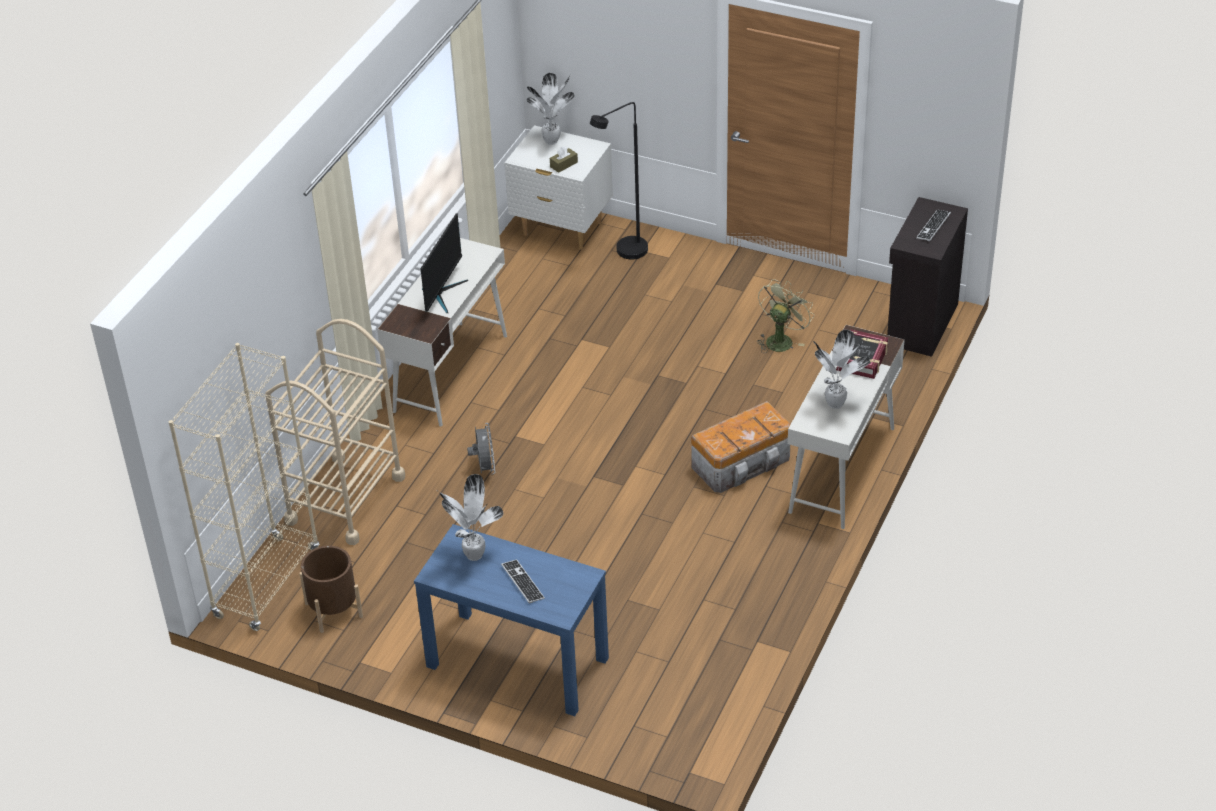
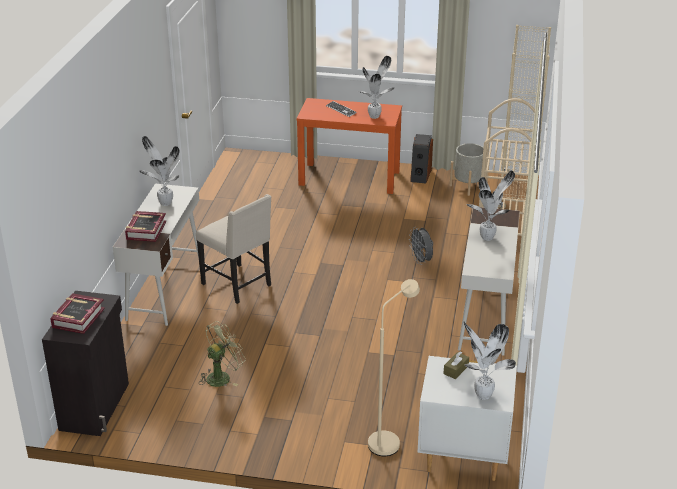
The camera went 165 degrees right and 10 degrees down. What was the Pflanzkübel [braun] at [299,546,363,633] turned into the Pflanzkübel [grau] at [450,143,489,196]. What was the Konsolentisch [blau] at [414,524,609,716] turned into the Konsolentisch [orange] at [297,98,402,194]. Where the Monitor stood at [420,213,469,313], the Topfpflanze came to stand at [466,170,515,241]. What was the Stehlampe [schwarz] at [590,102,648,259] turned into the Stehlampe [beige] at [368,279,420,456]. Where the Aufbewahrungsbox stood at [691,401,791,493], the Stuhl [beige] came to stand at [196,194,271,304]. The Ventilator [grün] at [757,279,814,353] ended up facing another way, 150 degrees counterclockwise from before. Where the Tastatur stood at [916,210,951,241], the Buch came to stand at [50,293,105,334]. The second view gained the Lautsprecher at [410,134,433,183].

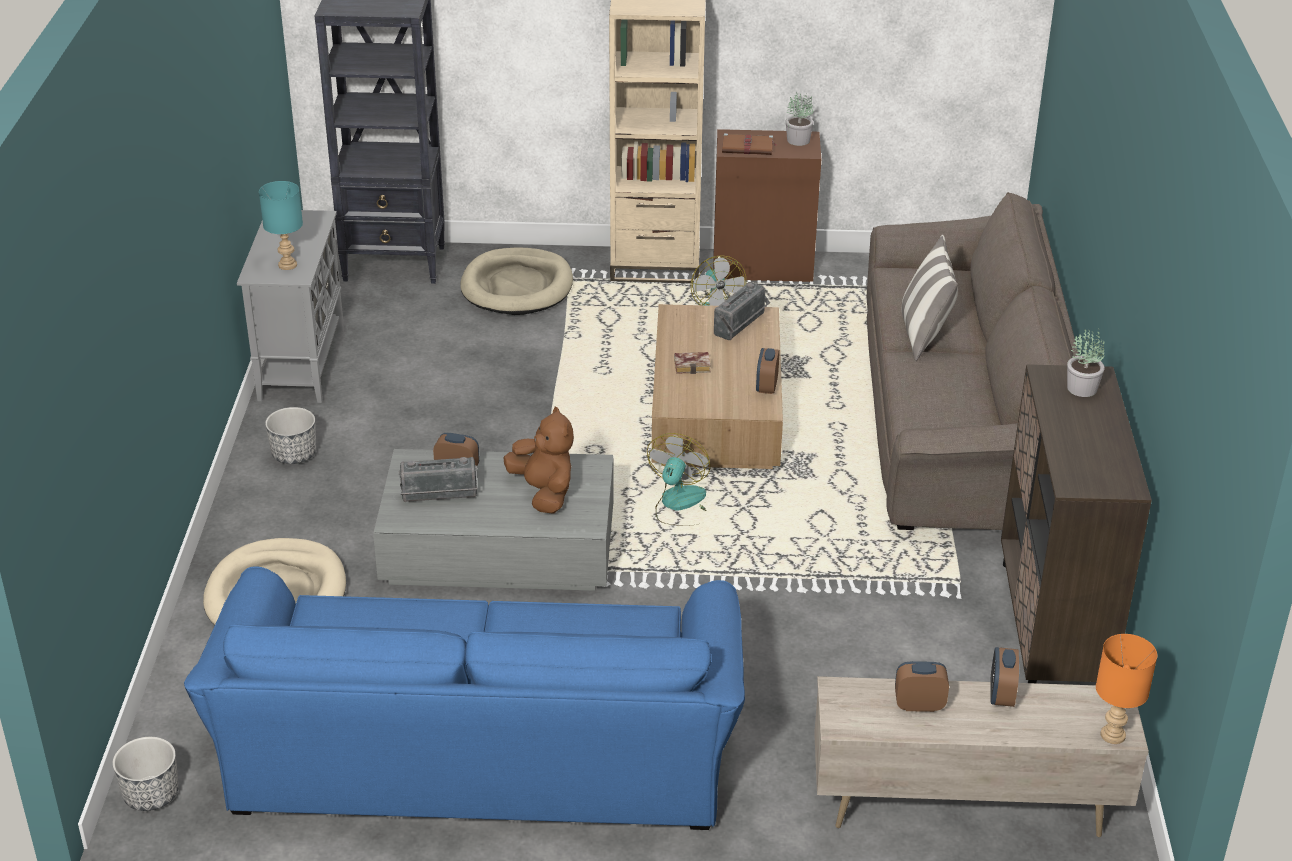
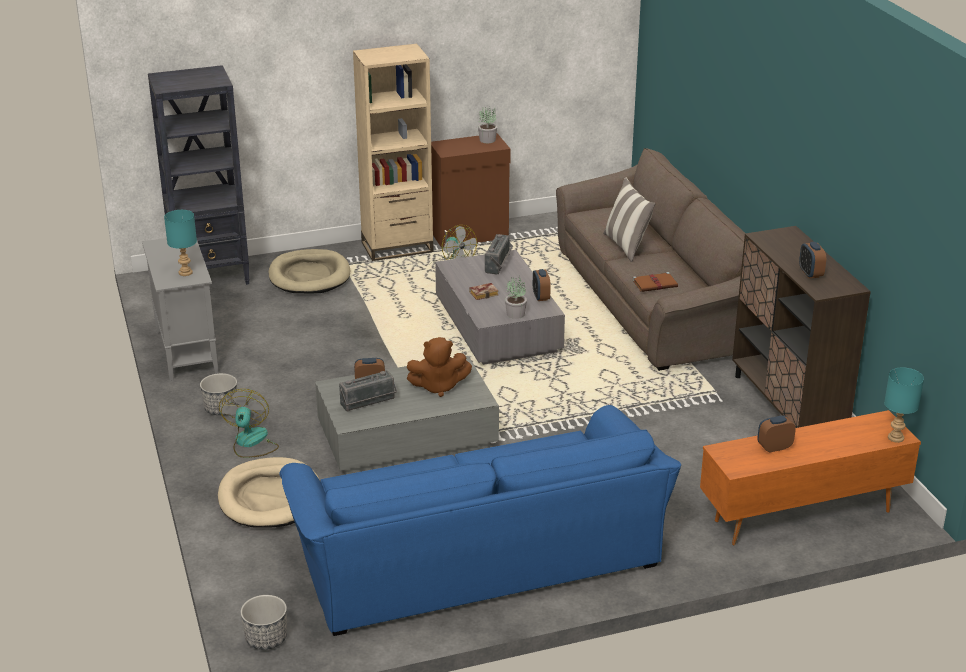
The camera went 20 degrees left and 5 degrees down. The Plüschtier [braun] at [503,407,574,513] ended up facing another way, 135 degrees clockwise from before. The Ventilator ended up elsewhere, having gone from [647,433,710,526] to [219,389,279,458]. What was the Couchtisch [braun] at [652,304,783,469] turned into the Couchtisch [grau] at [435,250,565,365]. The Buch [braun] ended up elsewhere, having gone from [722,133,776,155] to [633,272,678,292]. What was the Fernsehschrank [beige] at [814,676,1149,837] turned into the Fernsehschrank [orange] at [700,410,921,545]. The Wecker ended up elsewhere, having gone from [990,647,1019,707] to [799,242,826,279]. The Topfpflanze ended up elsewhere, having gone from [1067,328,1105,397] to [505,278,527,319]. What was the Tischlampe [orange] at [1096,634,1157,744] turned into the Tischlampe [türkis] at [884,367,924,443].

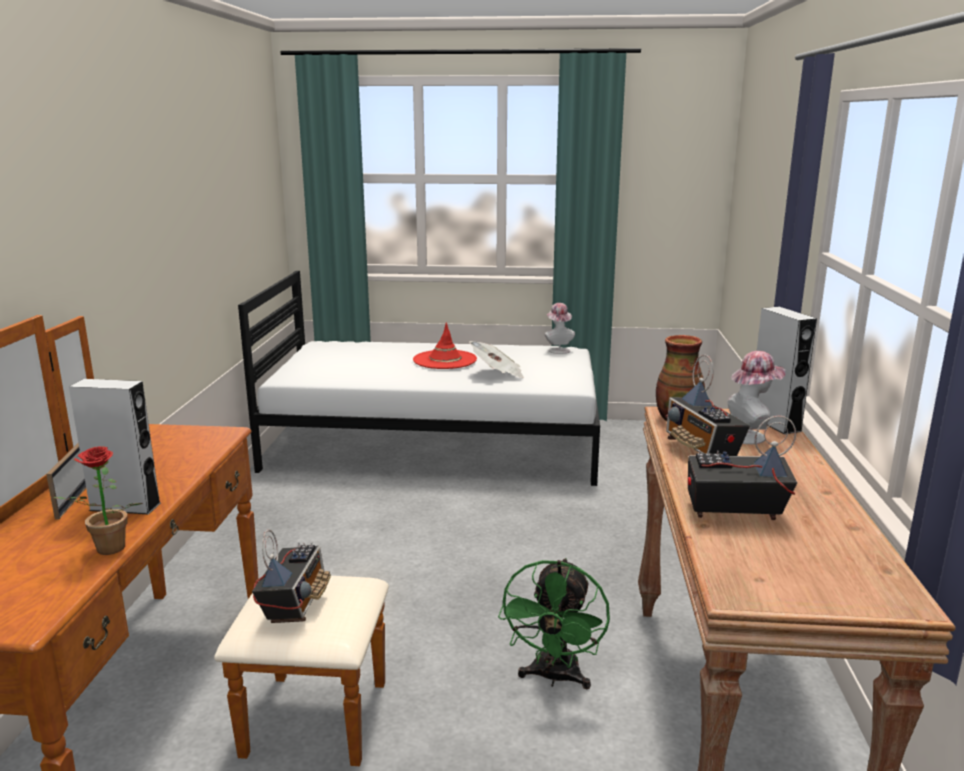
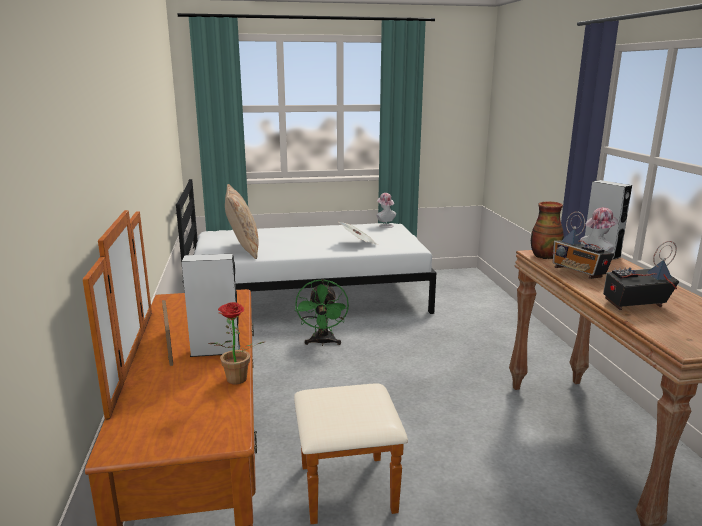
The camera went 15 degrees left and 0 degrees up. The second view lost the Radio at [252,530,331,623]. The second view lost the Hut [rot] at [413,322,477,369]. The Ventilator [grün] ended up elsewhere, having gone from [498,558,610,689] to [295,279,349,346]. The second view gained the Kissen [beige] at [225,184,259,259].

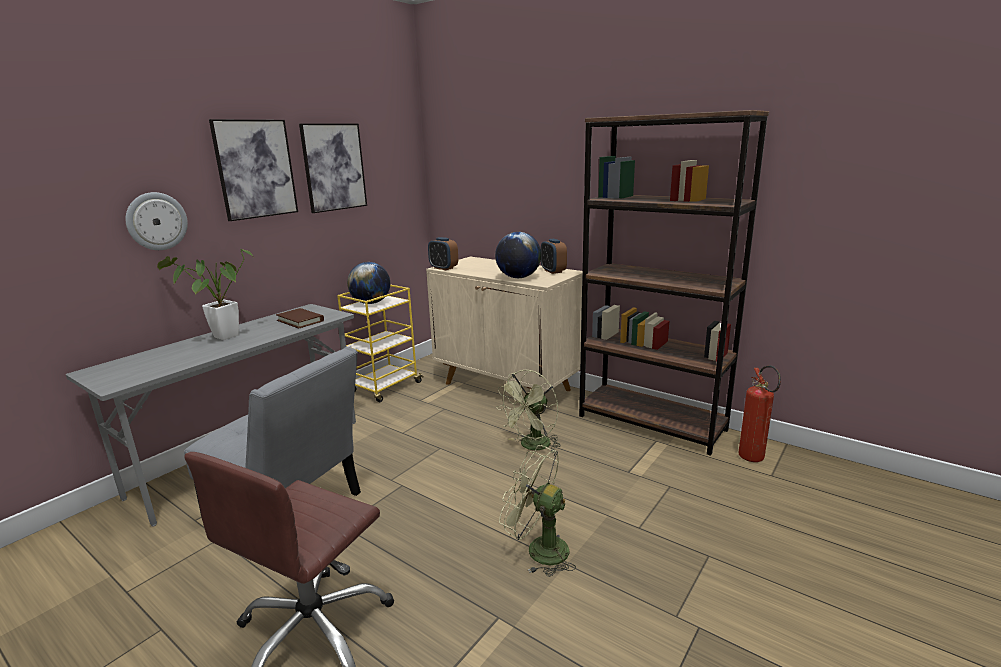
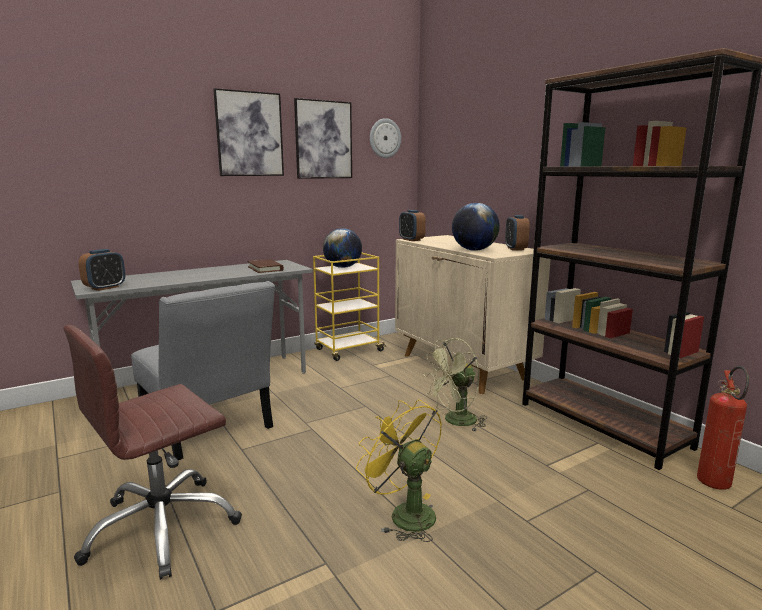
The camera went 20 degrees right and 5 degrees down. The Wanduhr ended up elsewhere, having gone from [125,192,188,250] to [370,118,401,158]. The second view lost the Topfpflanze at [157,248,253,340]. What was the Ventilator [grün] at [499,445,576,577] turned into the Ventilator [gelb] at [356,400,442,542]. The second view gained the Wecker at [78,249,125,291].

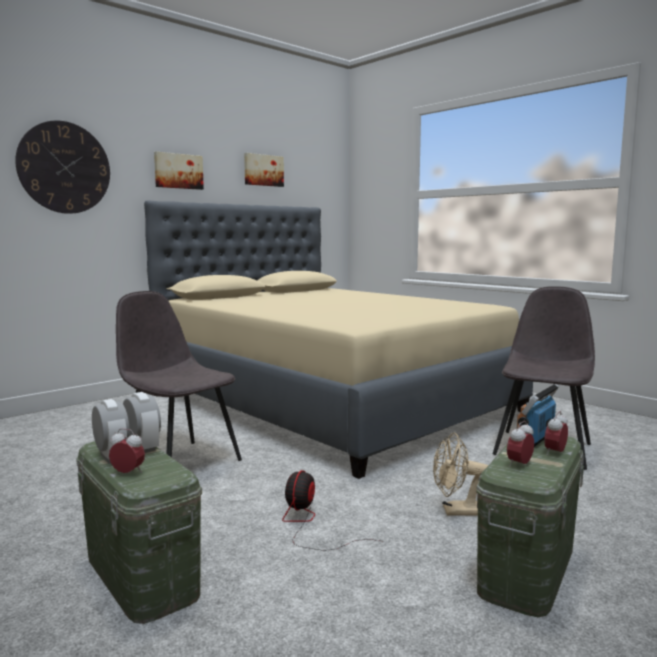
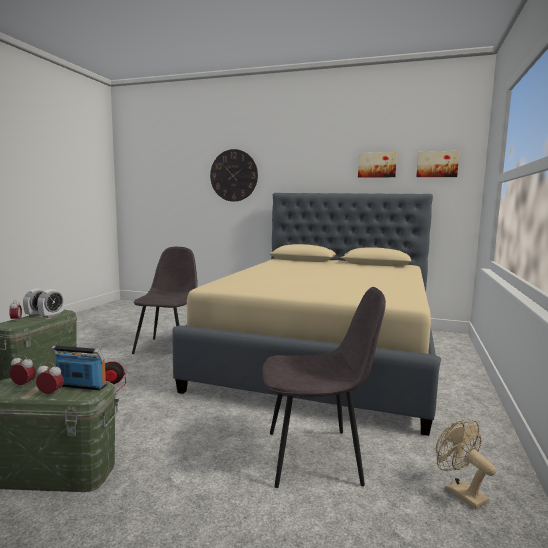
The camera went 60 degrees right and 0 degrees up. The Bild ended up elsewhere, having gone from [154,151,204,190] to [416,151,459,177]. The Ventilator [beige] ended up elsewhere, having gone from [433,433,489,516] to [436,419,496,509].

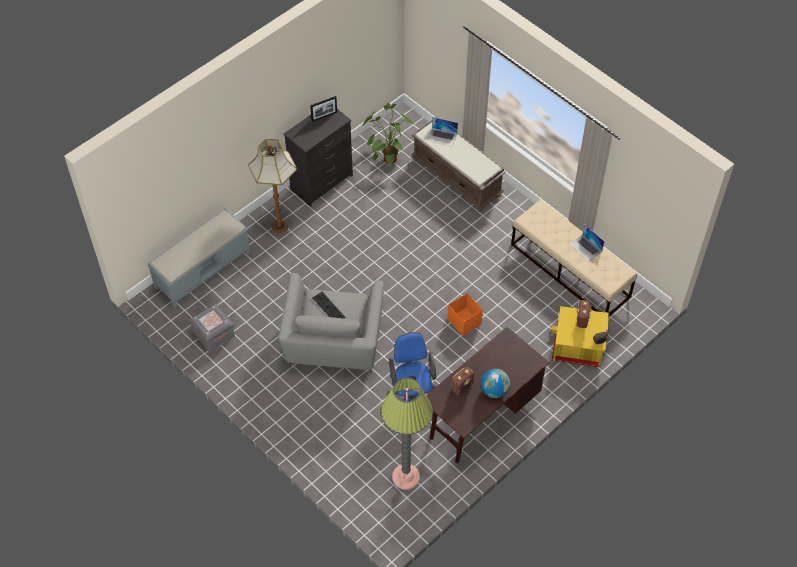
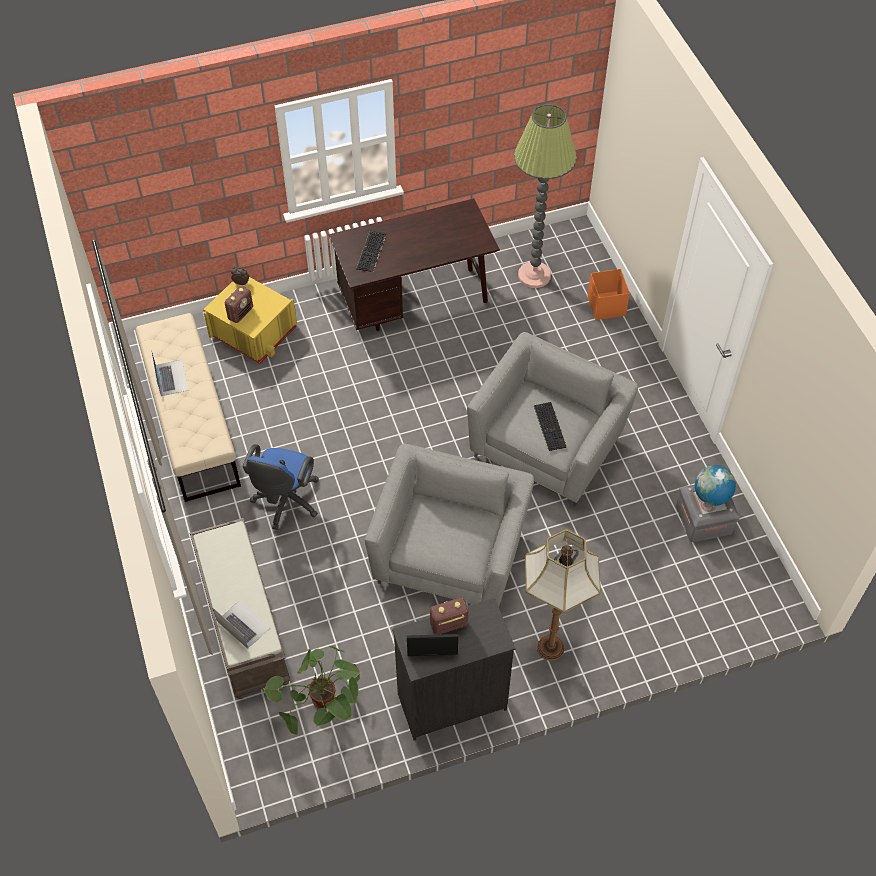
The camera went 155 degrees left and 0 degrees up. The second view lost the Bank [grau] at [147,208,250,307]. The Bürostuhl [blau] ended up elsewhere, having gone from [387,332,436,400] to [243,444,319,530]. The Aufbewahrungsbox [orange] ended up elsewhere, having gone from [448,293,483,336] to [587,269,630,320]. The Radio ended up elsewhere, having gone from [452,367,474,395] to [430,598,468,635]. The Globus ended up elsewhere, having gone from [481,369,510,398] to [695,465,736,506]. The second view gained the Tastatur at [356,231,386,272]. The second view gained the Sessel [grau] at [365,444,534,607].

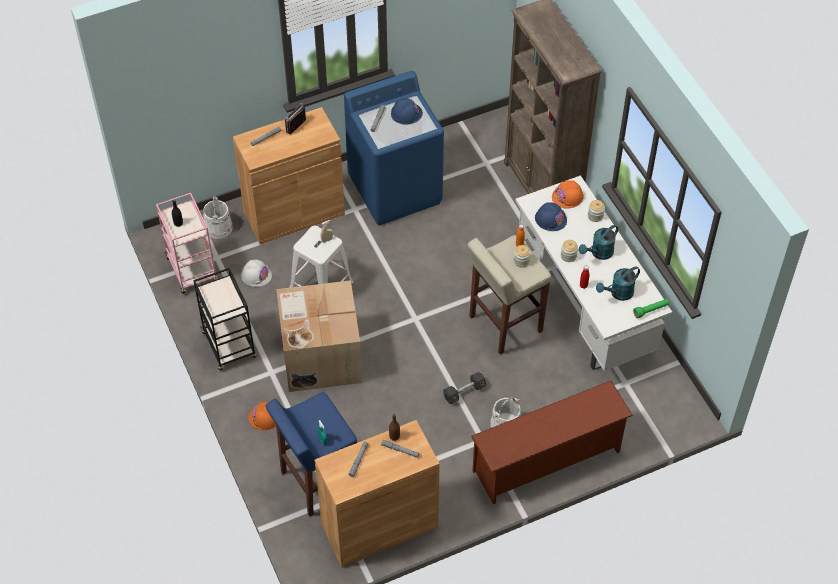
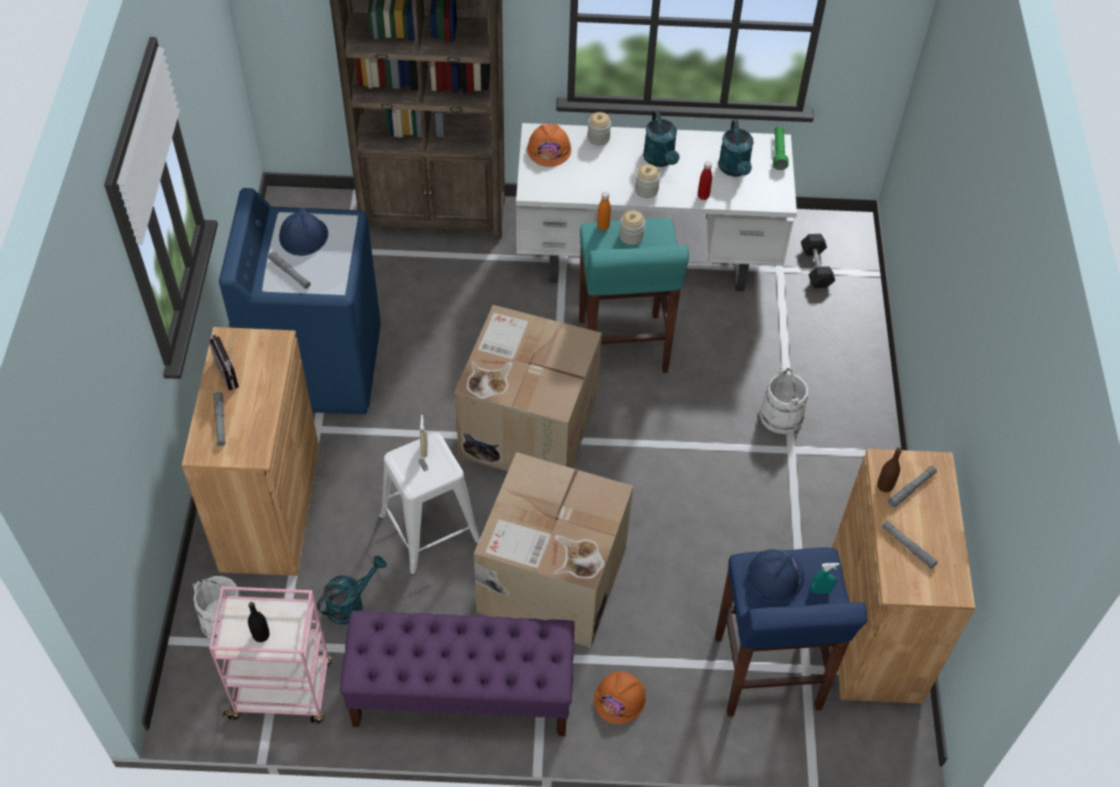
The camera went 65 degrees left and 0 degrees up. Where the Rollwagen [schwarz] stood at [193,268,257,370], the Bank [lila] came to stand at [340,611,575,736]. Where the Schutzhelm [weiß] stood at [241,259,272,287], the Gießkanne [türkis] came to stand at [317,556,387,625]. The Hantel [grau] ended up elsewhere, having gone from [443,372,486,404] to [801,234,835,289]. What was the Hocker [beige] at [468,235,551,355] turned into the Hocker [türkis] at [579,218,689,373]. The second view lost the Schuhregal [braun] at [471,381,633,504]. The Schutzhelm [blau] ended up elsewhere, having gone from [535,203,567,231] to [746,549,805,602]. The second view gained the Karton at [455,305,602,471].

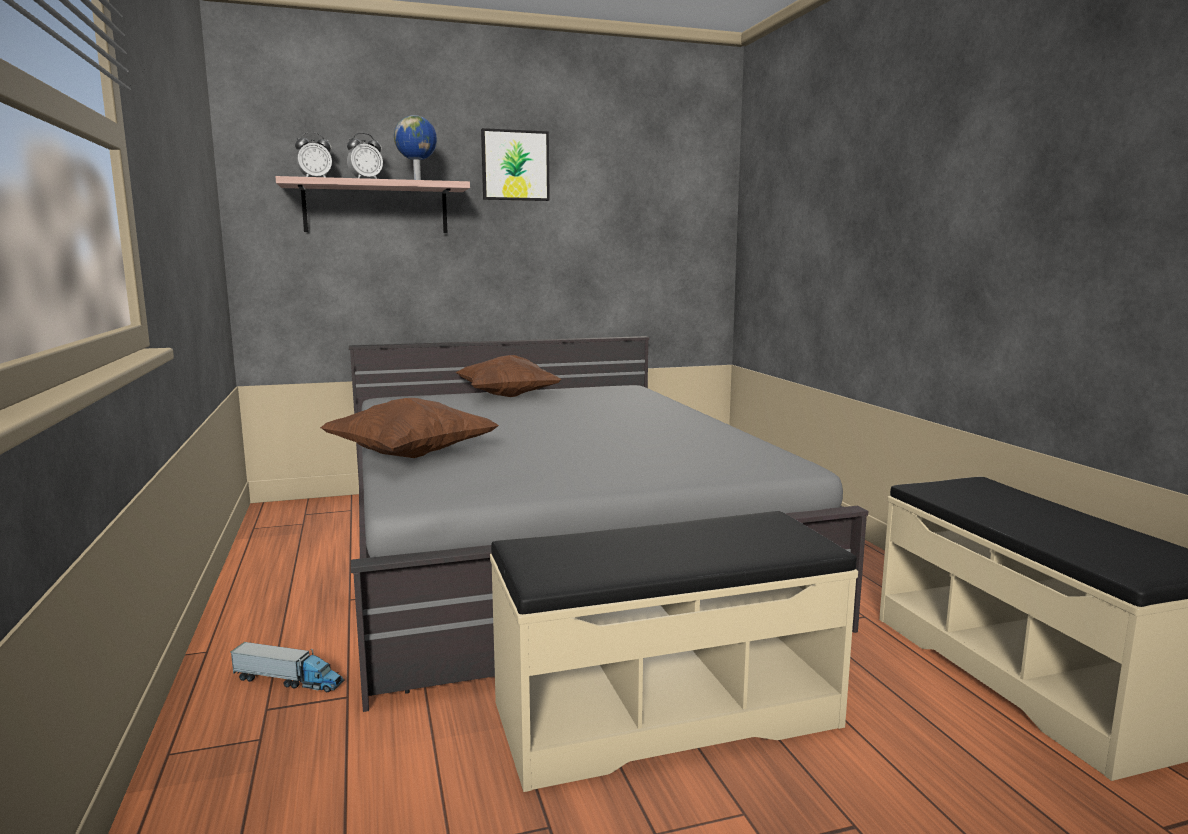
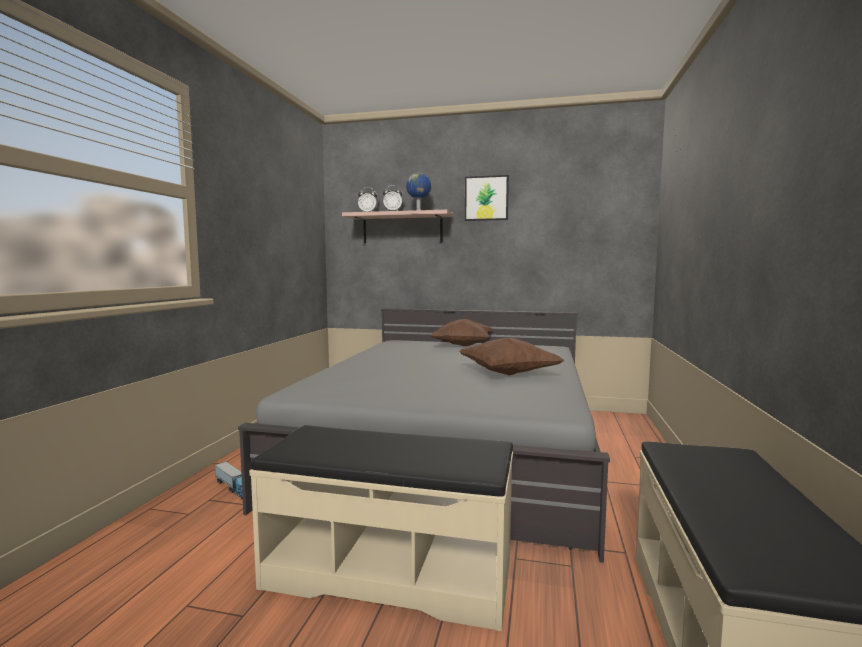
The camera went 30 degrees right and 5 degrees down. The Kissen [braun] ended up elsewhere, having gone from [320,398,499,458] to [459,338,565,375].

